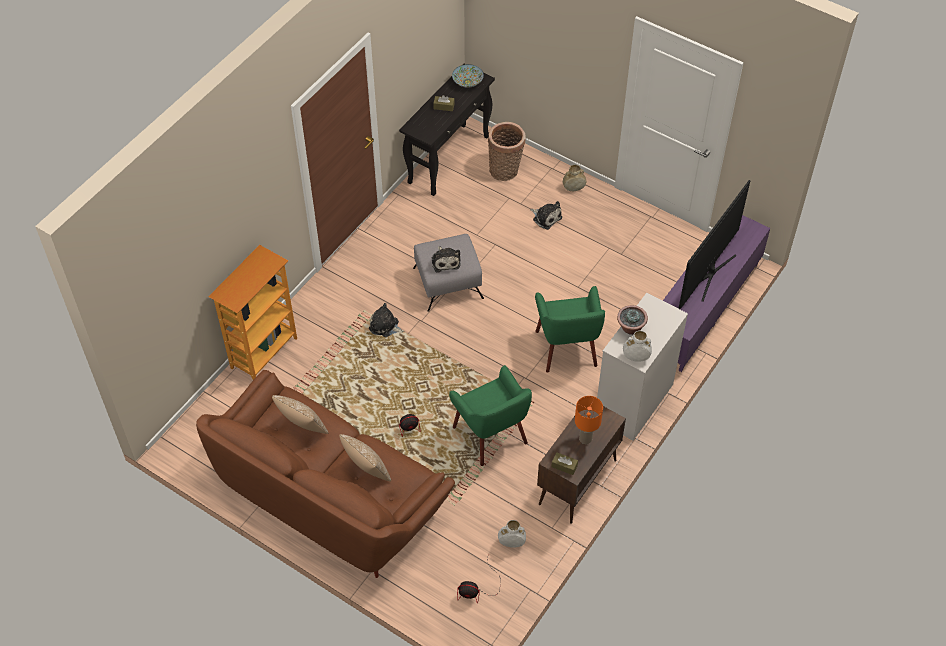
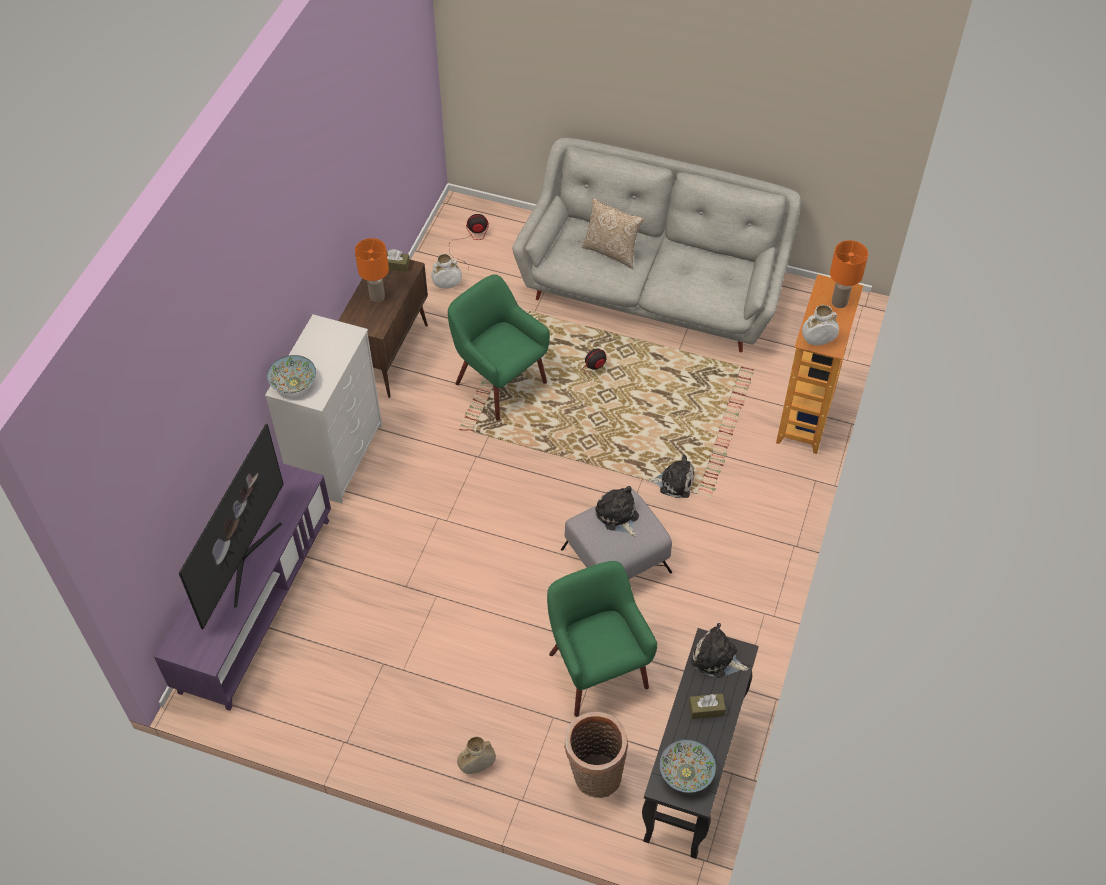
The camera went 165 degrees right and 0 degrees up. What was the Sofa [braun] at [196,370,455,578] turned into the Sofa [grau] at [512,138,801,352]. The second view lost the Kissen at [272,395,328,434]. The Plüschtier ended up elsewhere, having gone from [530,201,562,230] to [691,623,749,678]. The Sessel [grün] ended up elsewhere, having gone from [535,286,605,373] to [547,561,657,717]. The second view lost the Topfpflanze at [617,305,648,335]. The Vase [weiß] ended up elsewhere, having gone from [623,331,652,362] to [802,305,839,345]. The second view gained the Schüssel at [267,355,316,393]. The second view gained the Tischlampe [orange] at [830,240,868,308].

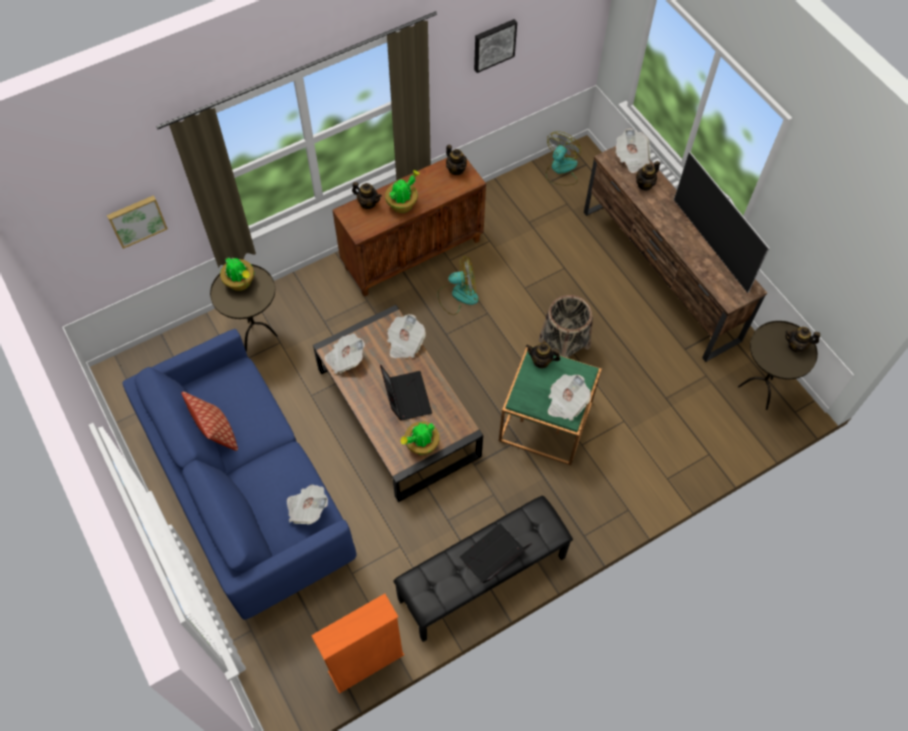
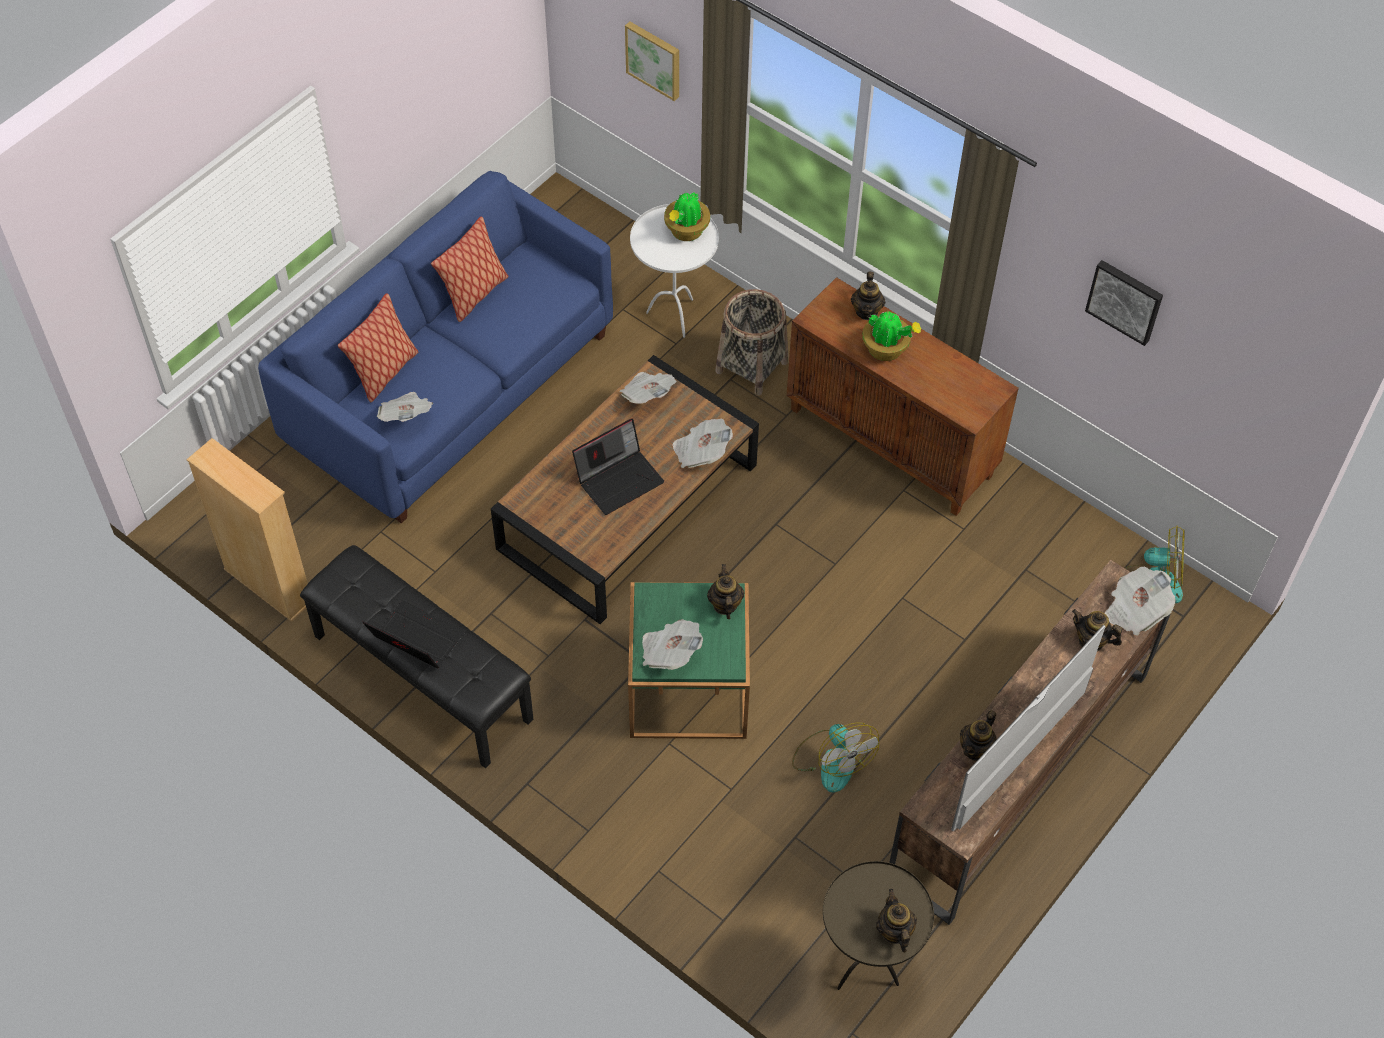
The camera went 70 degrees right and 5 degrees down. What was the Beistelltisch [braun] at [210,264,278,352] turned into the Beistelltisch [weiß] at [630,204,719,338]. What was the Bücherregal [orange] at [311,594,404,694] turned into the Bücherregal [beige] at [186,438,308,622]. The second view lost the Topfpflanze at [400,421,439,455]. The Ventilator ended up elsewhere, having gone from [438,256,478,315] to [792,723,879,793]. The Teekanne ended up elsewhere, having gone from [446,145,467,175] to [960,710,997,761]. The Korb ended up elsewhere, having gone from [539,295,593,358] to [715,289,788,396]. The second view gained the Kissen at [338,293,418,402].

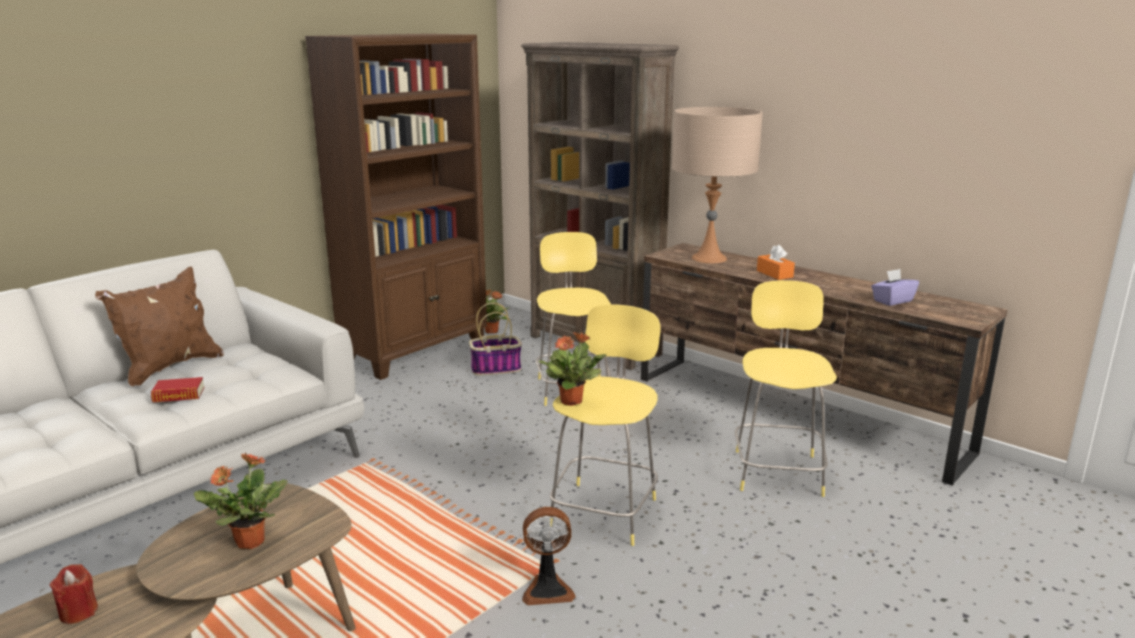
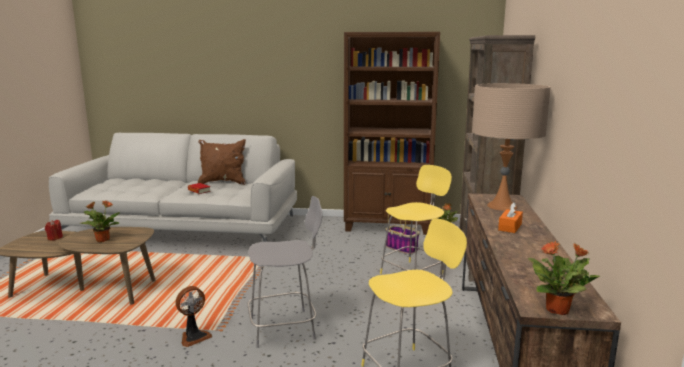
The camera went 55 degrees right and 5 degrees down. The Ventilator at [522,507,575,605] ended up facing another way, 90 degrees counterclockwise from before. The Topfpflanze ended up elsewhere, having gone from [539,332,606,406] to [528,241,600,315]. What was the Hocker [gelb] at [550,304,660,546] turned into the Hocker [grau] at [247,196,322,348]. The second view lost the Taschentuchbox [lila] at [871,269,919,306].

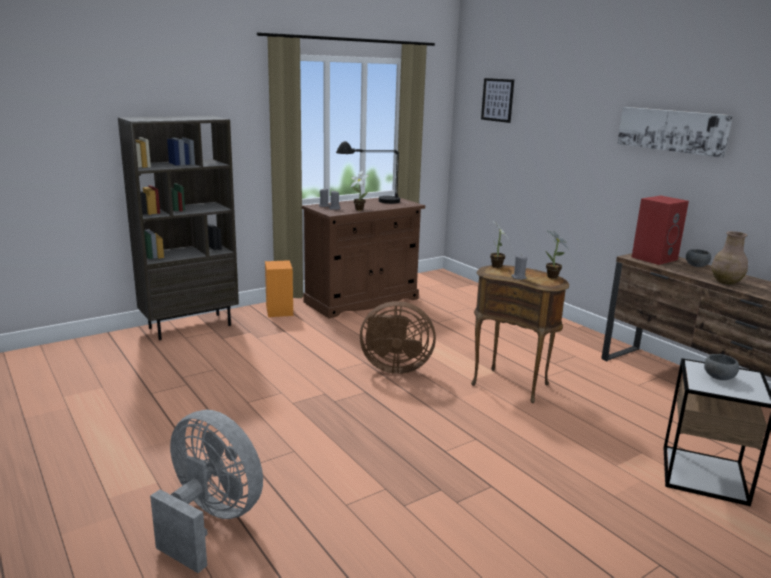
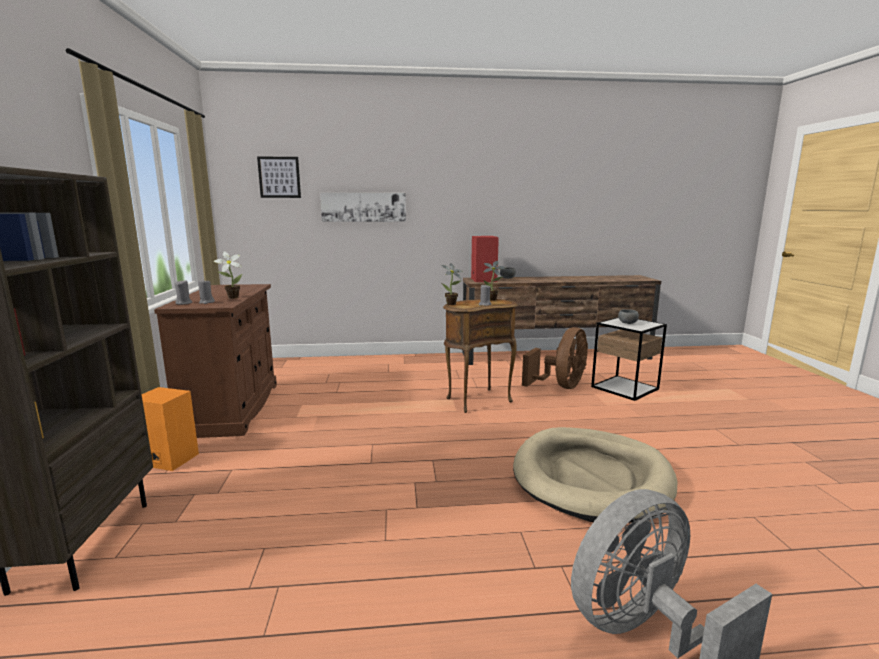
The camera went 60 degrees left and 5 degrees down. The second view lost the Tischlampe [schwarz] at [336,141,400,204]. The Ventilator [braun] ended up elsewhere, having gone from [360,301,436,374] to [522,327,588,389]. The Bild ended up elsewhere, having gone from [617,107,733,158] to [320,193,406,222]. The second view lost the Vase [braun] at [712,231,748,285]. The second view gained the Hundebett [beige] at [513,427,678,523].

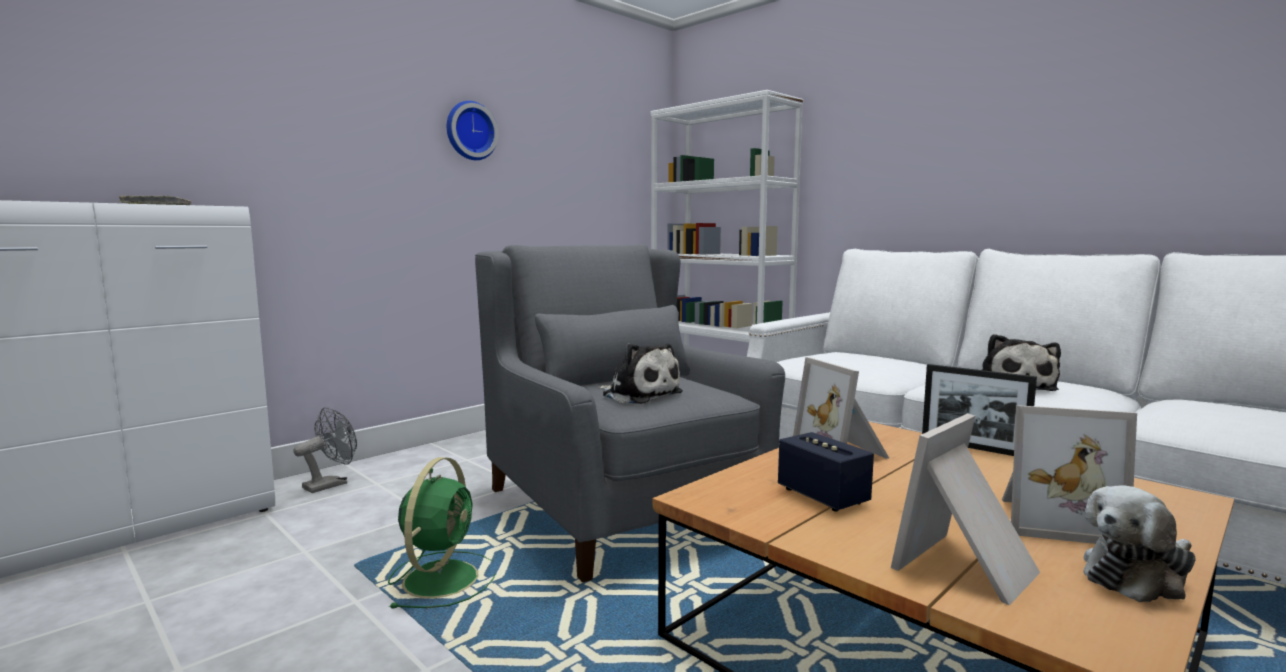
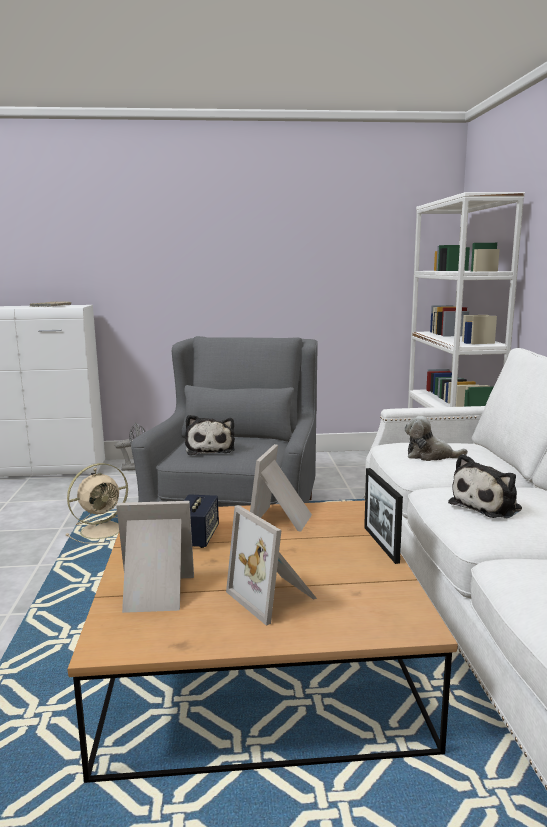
The camera went 40 degrees right and 5 degrees up. What was the Ventilator [grün] at [388,457,495,609] turned into the Ventilator [beige] at [66,463,128,544]. The second view lost the Wanduhr at [447,101,498,160]. The Plüschtier ended up elsewhere, having gone from [1083,485,1196,602] to [405,416,468,461].

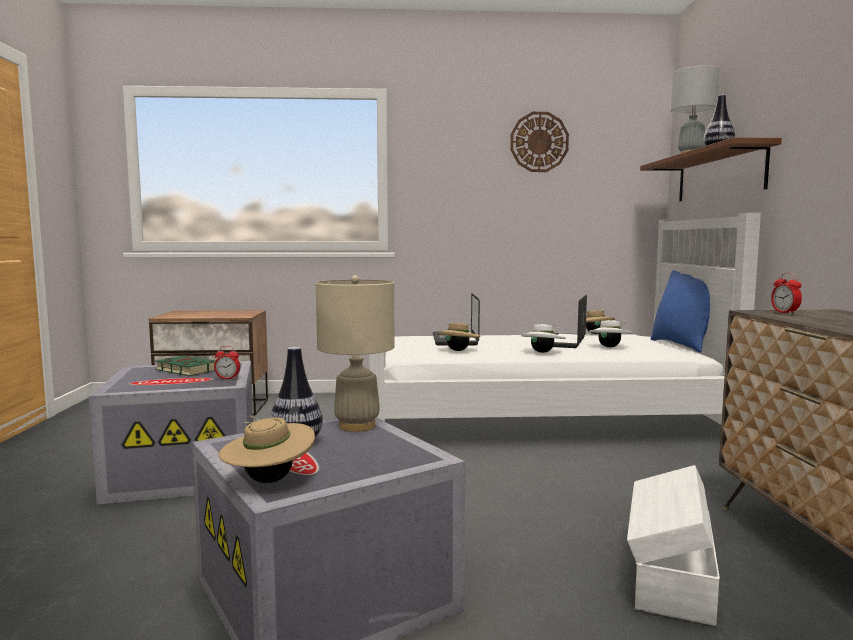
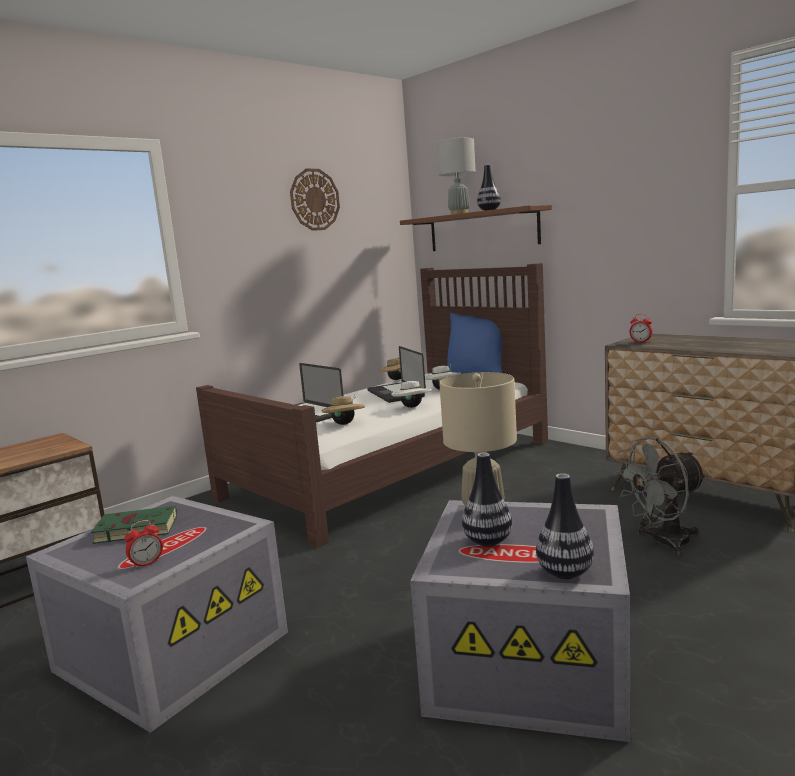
The camera went 40 degrees left and 5 degrees up. The Wecker ended up elsewhere, having gone from [214,346,240,380] to [125,520,163,569]. Where the Hut [beige] stood at [219,415,315,483], the Vase came to stand at [536,473,594,579]. What was the Bett [weiß] at [369,213,761,422] turned into the Bett [braun] at [196,263,548,548]. Where the Aufbewahrungsbox [weiß] stood at [627,465,720,626], the Ventilator [grau] came to stand at [614,437,707,556].

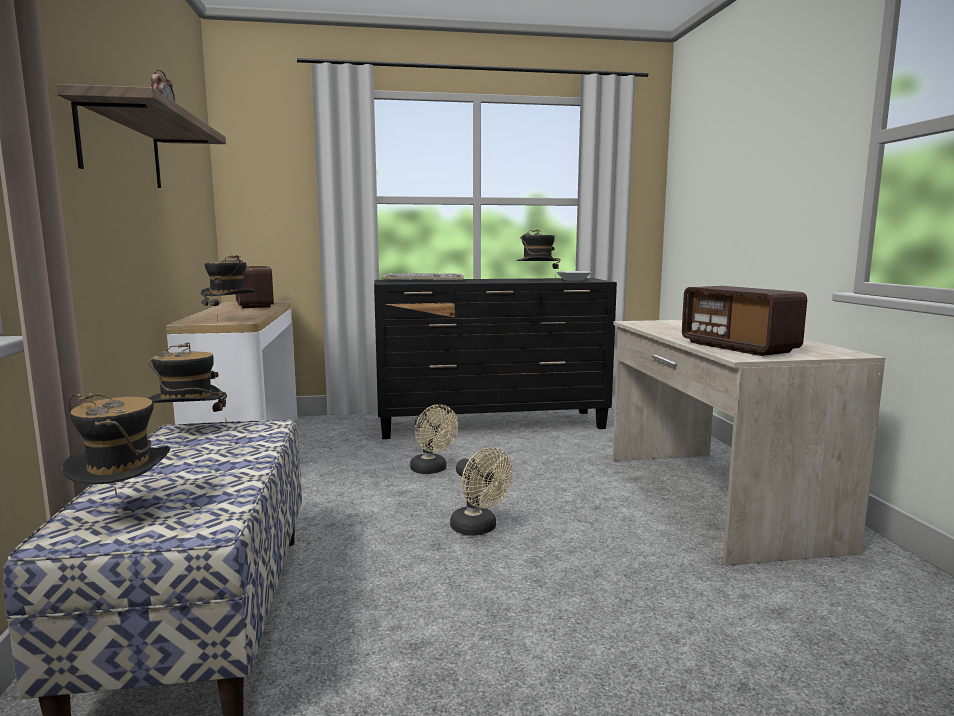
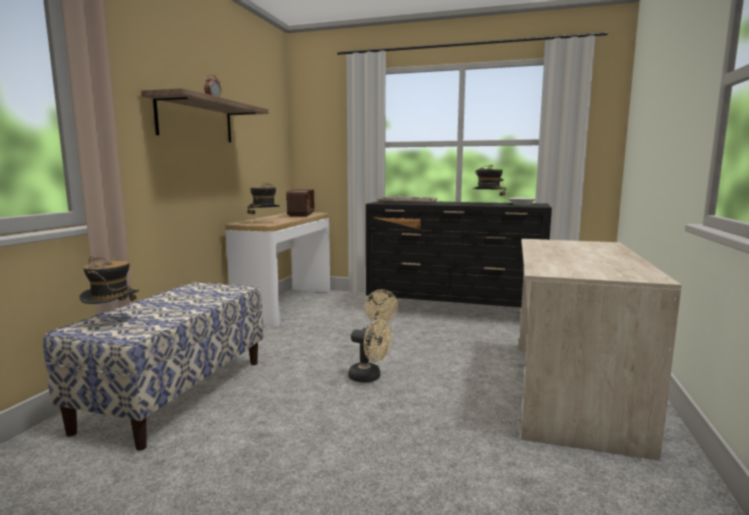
The camera went 25 degrees right and 0 degrees up. The second view lost the Hut at [148,342,227,424]. The Ventilator [beige] at [450,447,513,536] ended up facing another way, 45 degrees counterclockwise from before. The second view lost the Radio at [682,286,807,356].

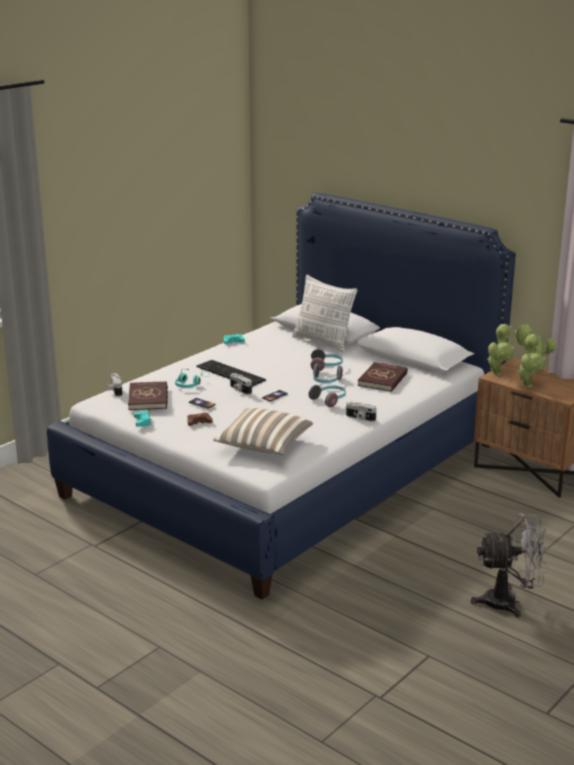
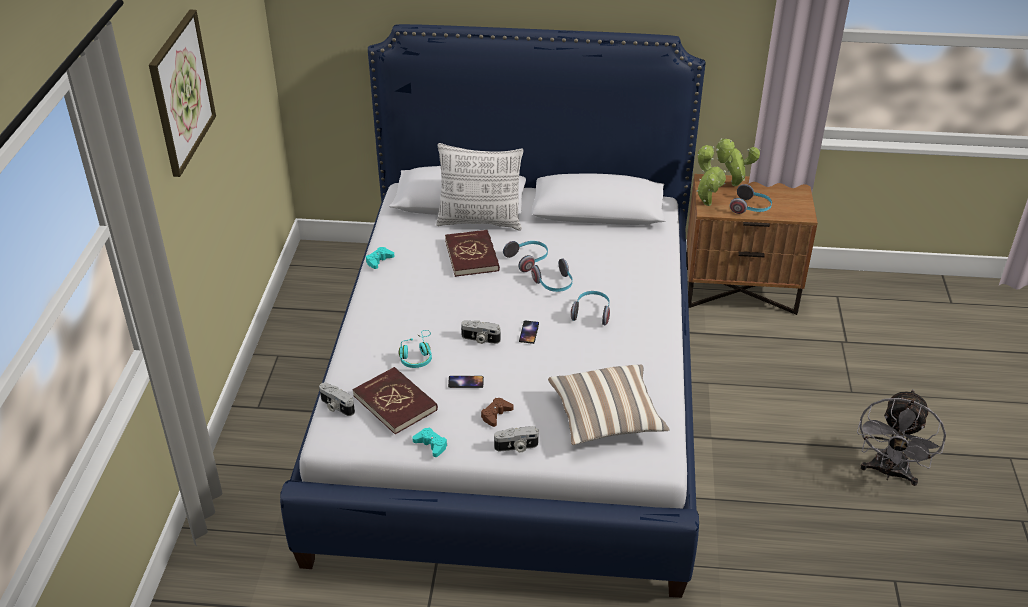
The camera went 35 degrees left and 15 degrees up. The second view lost the Tastatur at [196,360,266,387]. The Kamera ended up elsewhere, having gone from [346,402,376,422] to [494,426,539,452]. The Buch [rot] ended up elsewhere, having gone from [358,362,408,392] to [445,230,500,277]. The Ventilator [grau] at [471,513,548,618] ended up facing another way, 150 degrees clockwise from before. Where the Topfpflanze stood at [517,334,545,387], the Kopfhörer came to stand at [730,184,772,214]. The second view gained the Bild at [149,10,216,177].

